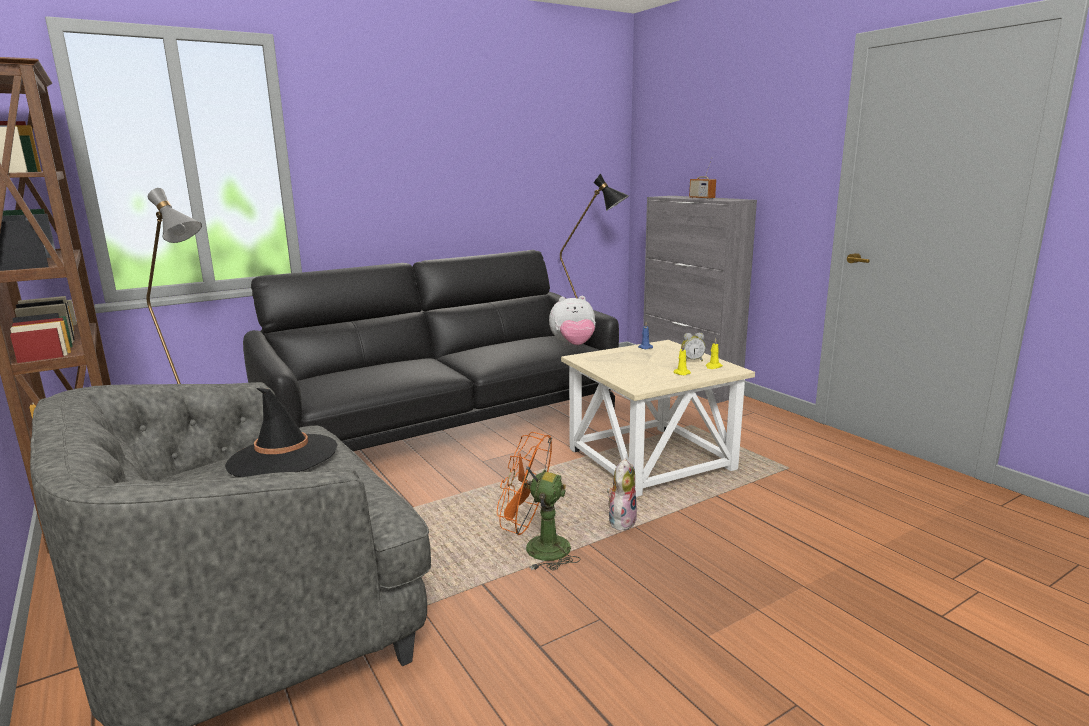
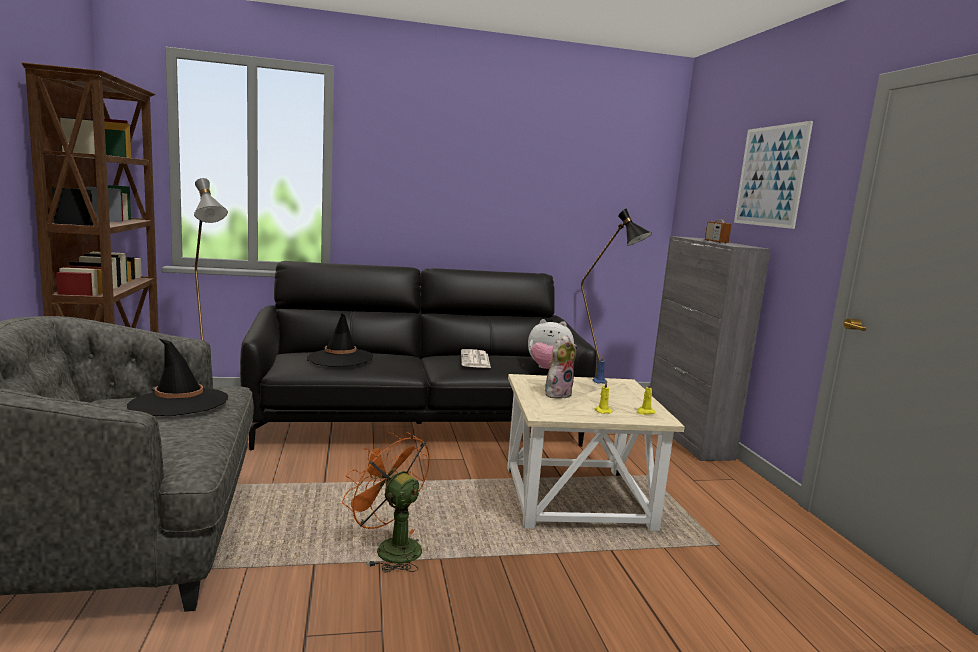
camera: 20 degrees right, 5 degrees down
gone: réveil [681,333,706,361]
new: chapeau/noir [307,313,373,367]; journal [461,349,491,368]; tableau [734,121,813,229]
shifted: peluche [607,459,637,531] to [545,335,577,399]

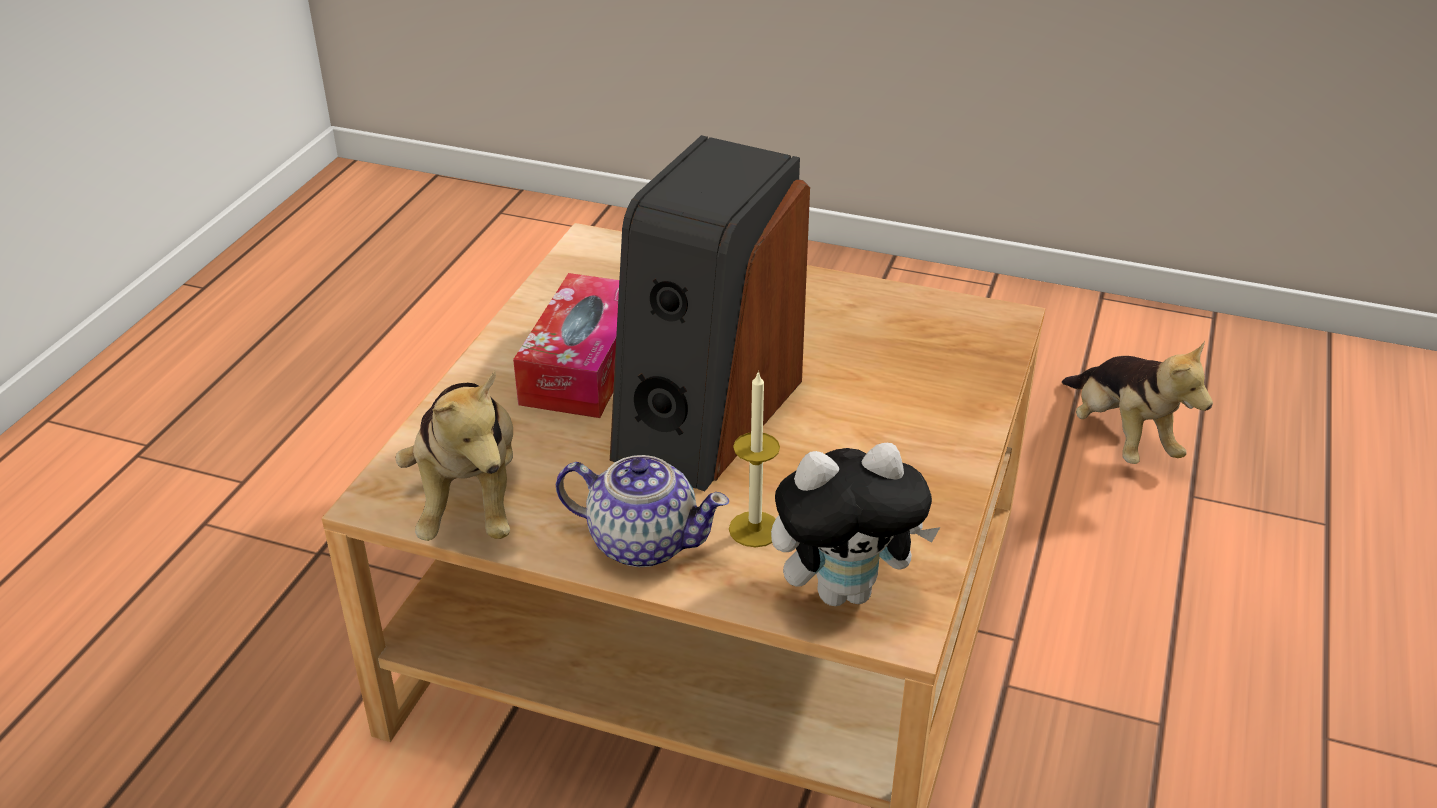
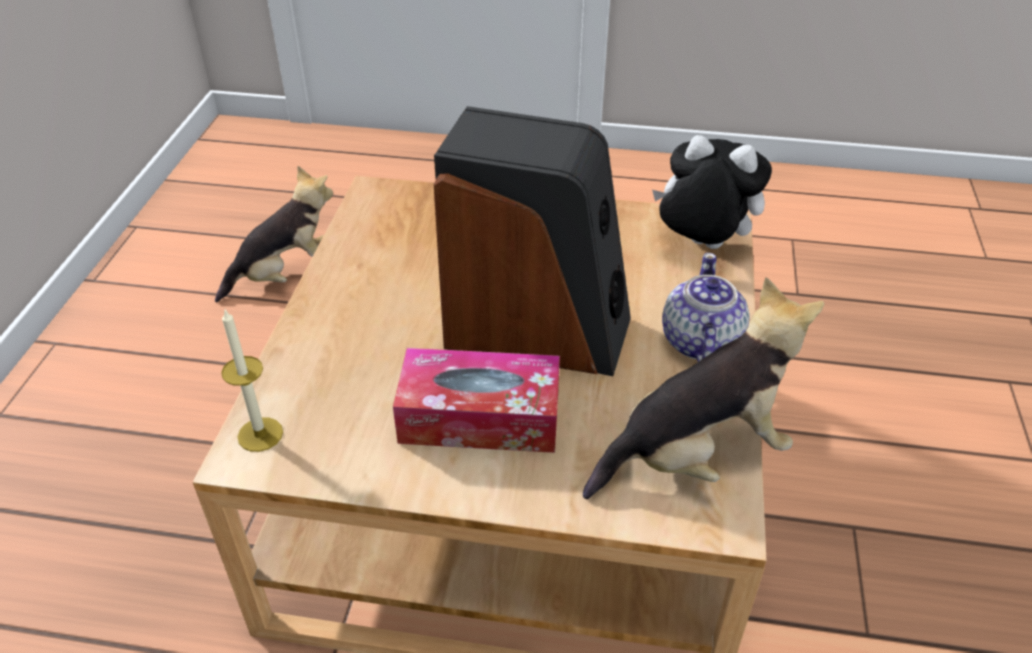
camera: 100 degrees left, 5 degrees up
shifted: bougie [729,370,780,547] to [221,310,283,452]
rotated: peluche [771,443,940,606] = [652,135,772,249] 45 degrees counterclockwise

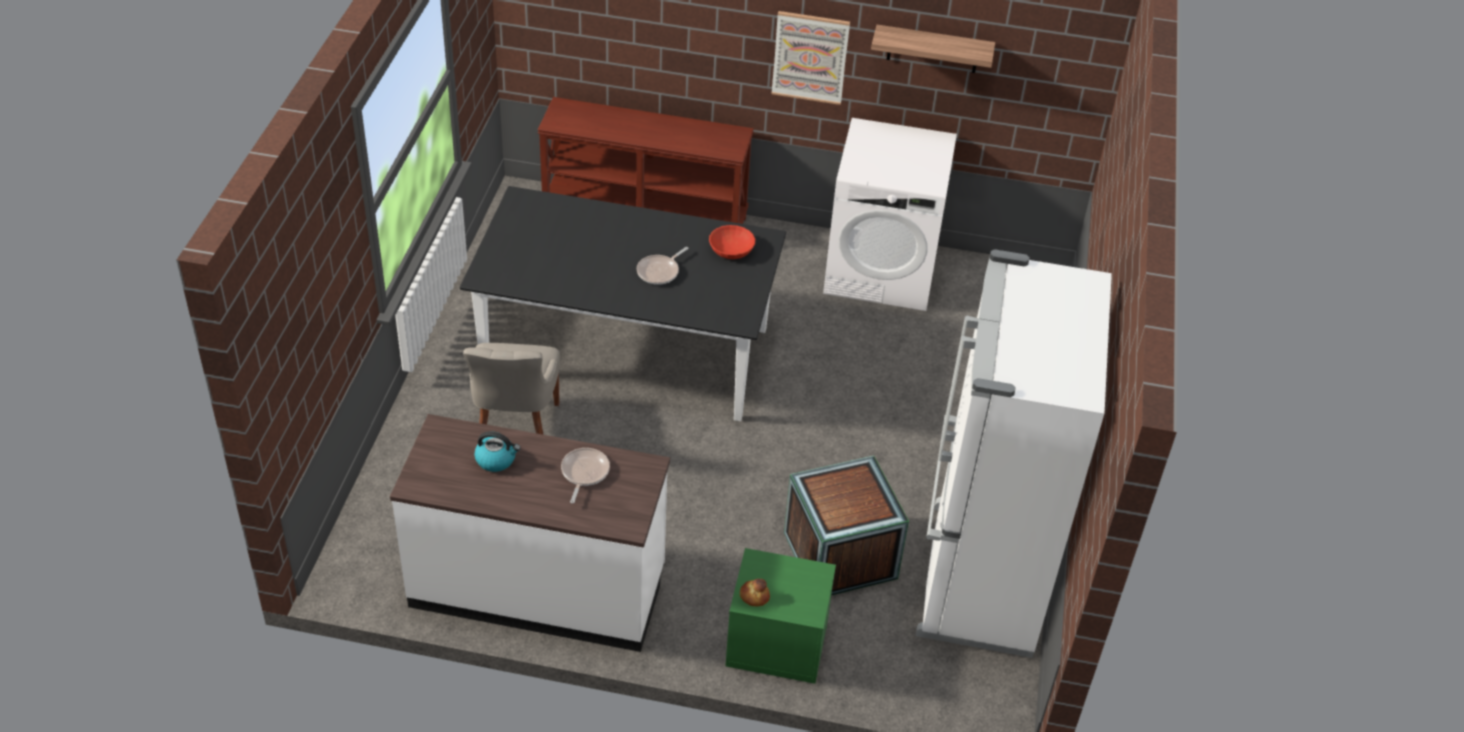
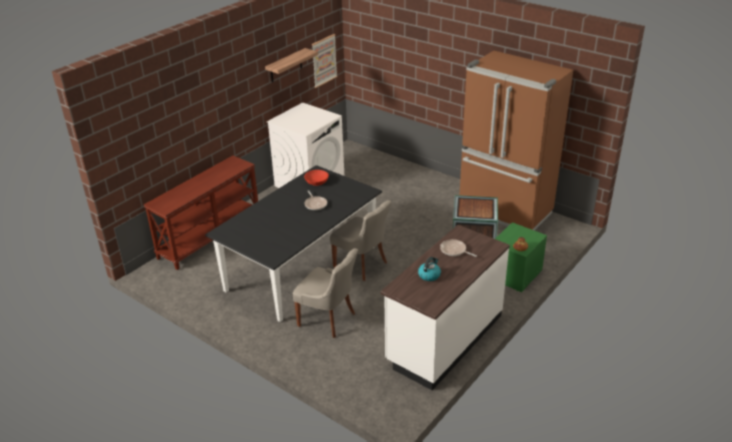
camera: 60 degrees left, 10 degrees down
new: chaise/gris [330,200,392,281]
shifted: tableau [772,11,850,105] to [312,34,337,88]
repainted: réfrigérateur/blanc [916,249,1112,658] to réfrigérateur/marron [459,51,573,230]

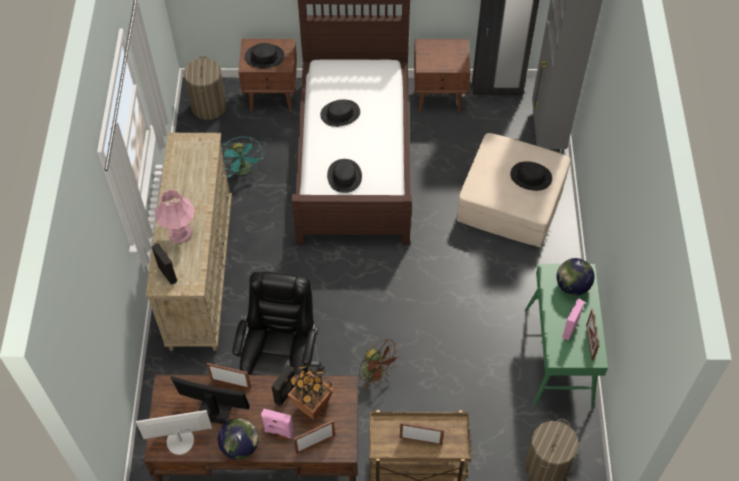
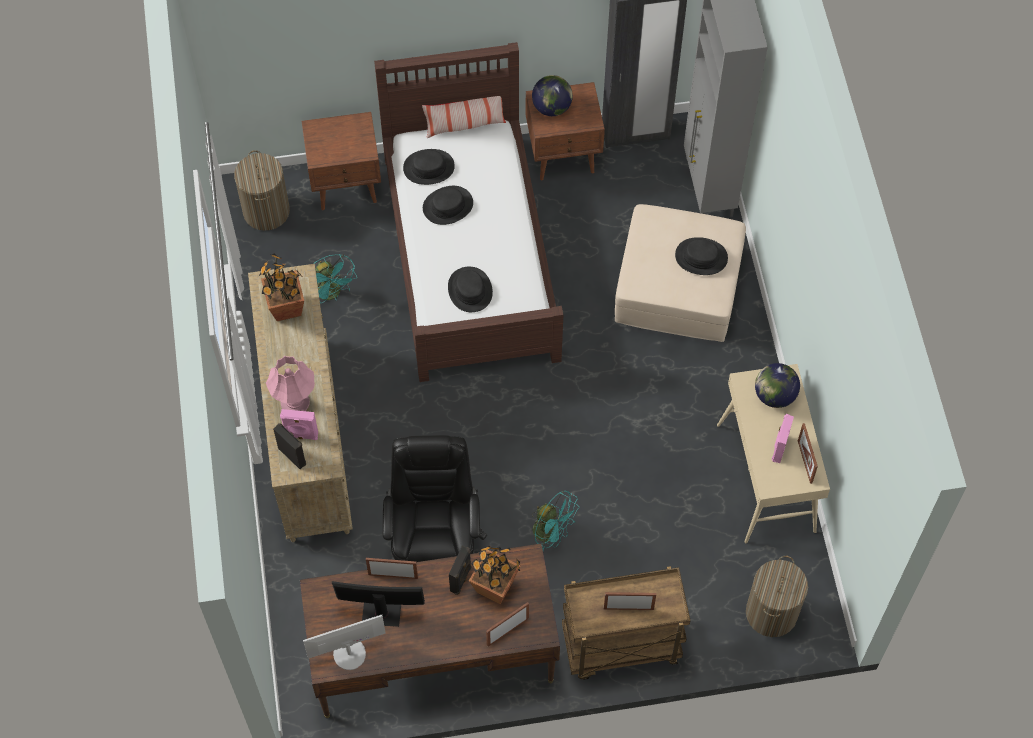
camera: 10 degrees left, 5 degrees up
new: plante en pot [259,254,304,321]; coussin [422,96,506,138]
shifted: globe [218,418,259,460] to [532,75,573,116]; chapeau/noir [245,43,284,69] to [403,149,455,185]; enceinte/rose [261,409,294,438] to [280,409,318,440]
repainted: ventilateur/marron [359,339,401,389] to ventilateur/turquoise [532,490,579,551]; table console/vert [525,264,608,407] to table console/beige [717,364,830,544]

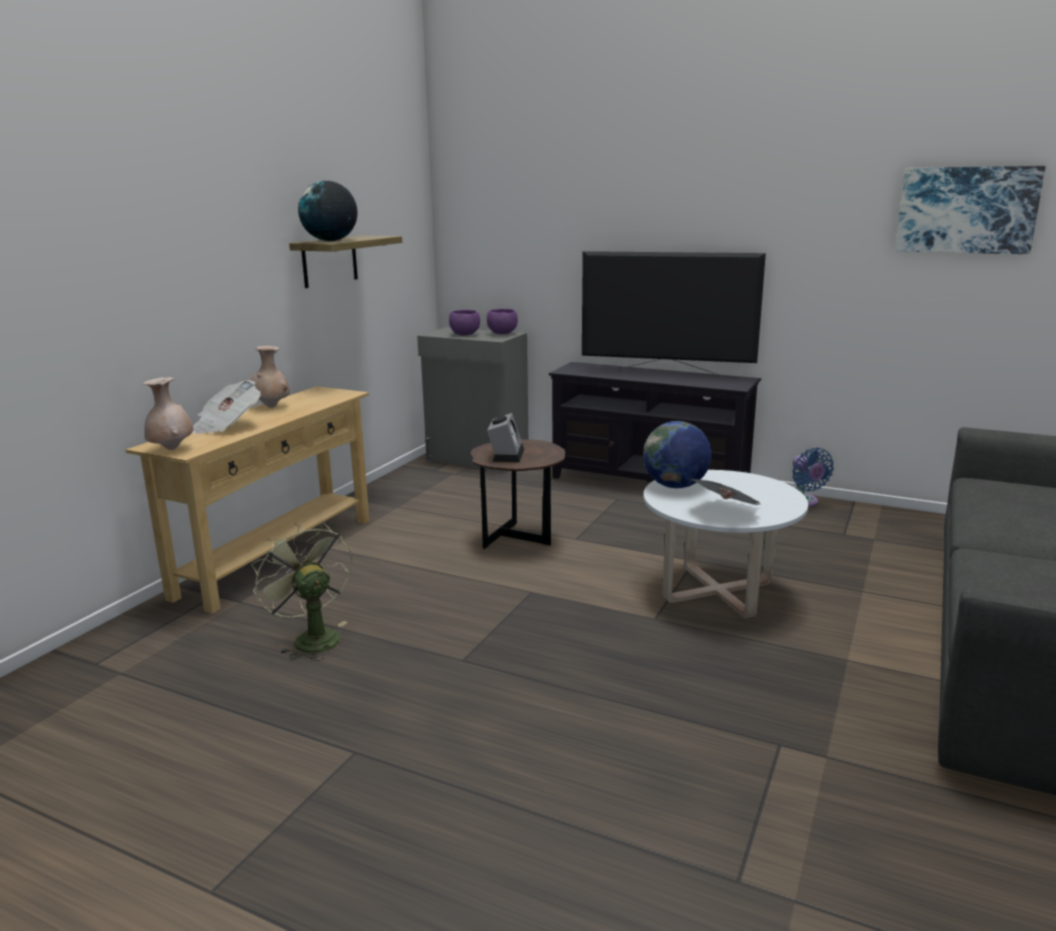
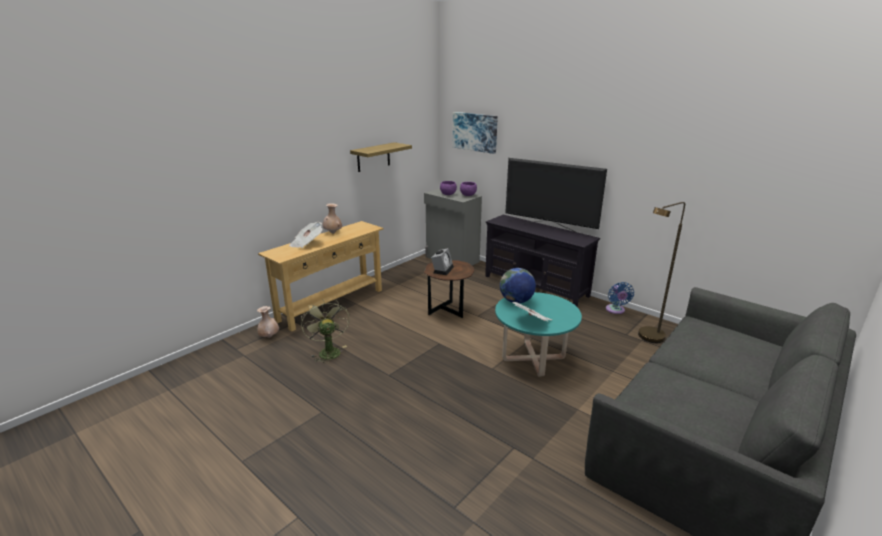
camera: 15 degrees right, 5 degrees up
gone: globe [298,181,357,241]
new: lampadaire/marron [638,202,685,343]
shifted: vase/beige [143,377,194,450] to [257,306,279,338]; tableau [895,166,1046,254] to [453,112,498,154]
repainted: table basse/blanc [643,470,808,618] to table basse/turquoise [495,292,582,376]

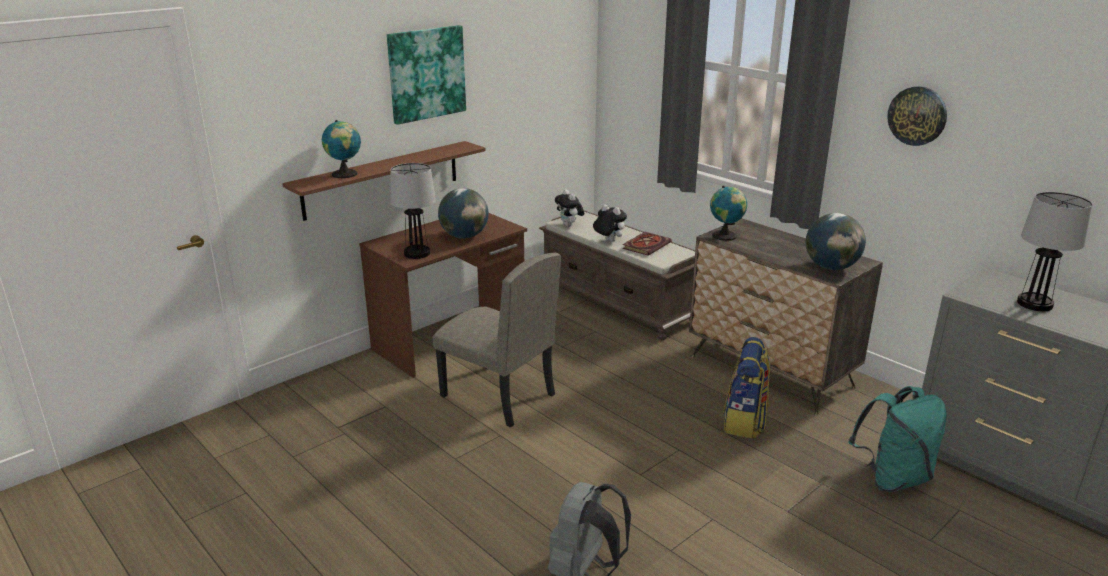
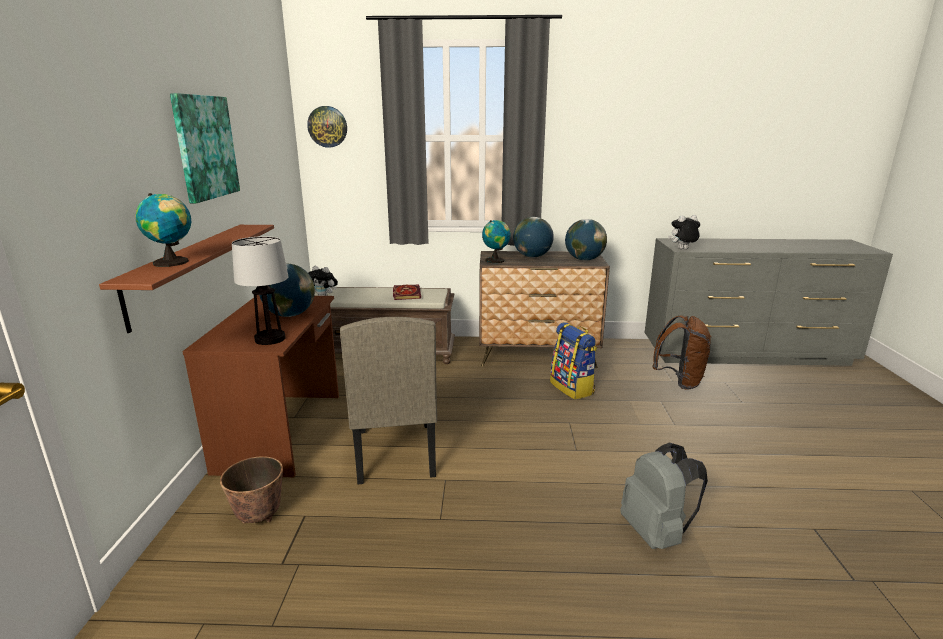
camera: 45 degrees left, 5 degrees down
gone: lampe de table [1017,192,1092,311]
new: cache-pot [220,456,283,524]; globe [513,217,554,258]
shifted: peluche [593,204,627,242] to [668,215,700,249]; horloge murale [887,86,947,146] to [307,106,347,148]
repainted: sac à dos/turquoise [848,386,947,492] to sac à dos/marron [652,315,711,390]
rotated: chaise/beige [432,253,561,427] = [340,317,437,484] 90 degrees clockwise

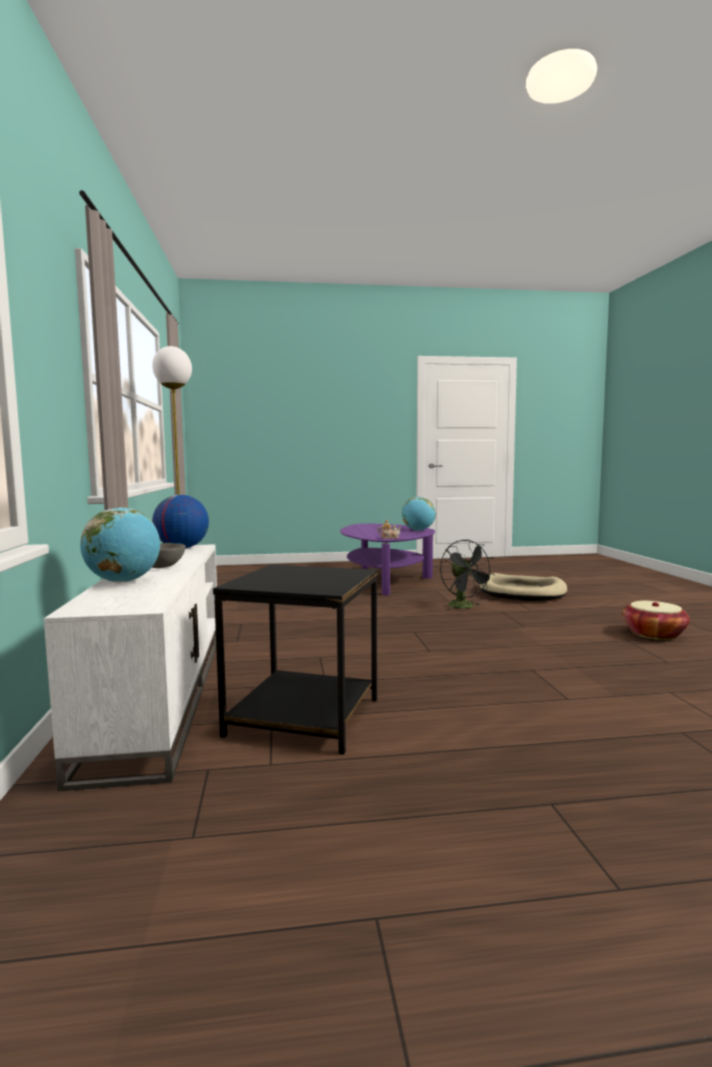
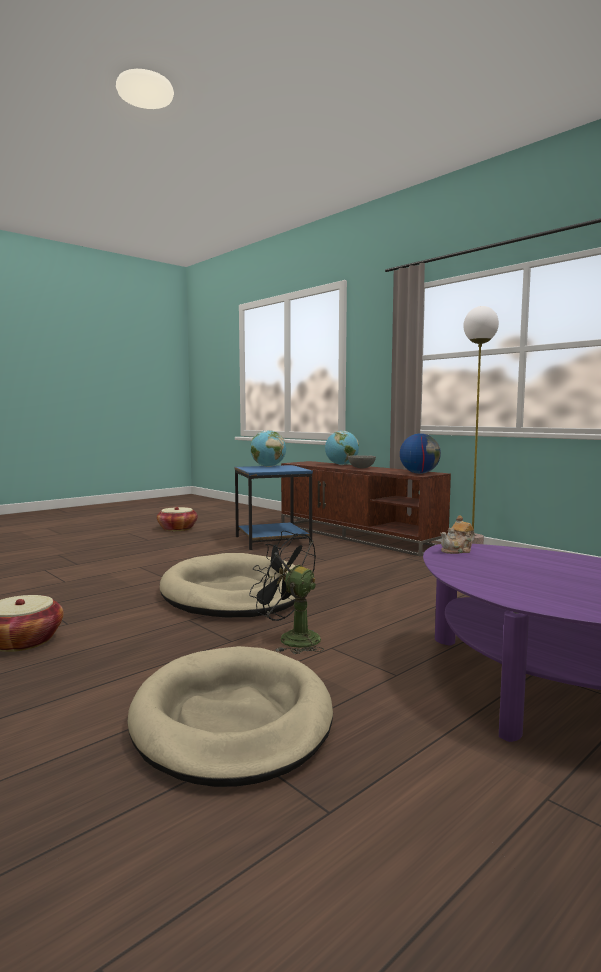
camera: 145 degrees right, 0 degrees up
new: panier [157,507,198,531]; panier pour chien/beige [160,553,297,617]
shifted: globe [402,497,436,531] to [250,430,286,467]
repainted: meuble télé/blanc [44,544,217,792] to meuble télé/marron [281,461,451,557]; table d'appoint/noir [213,565,378,755] to table d'appoint/bleu [235,465,313,550]

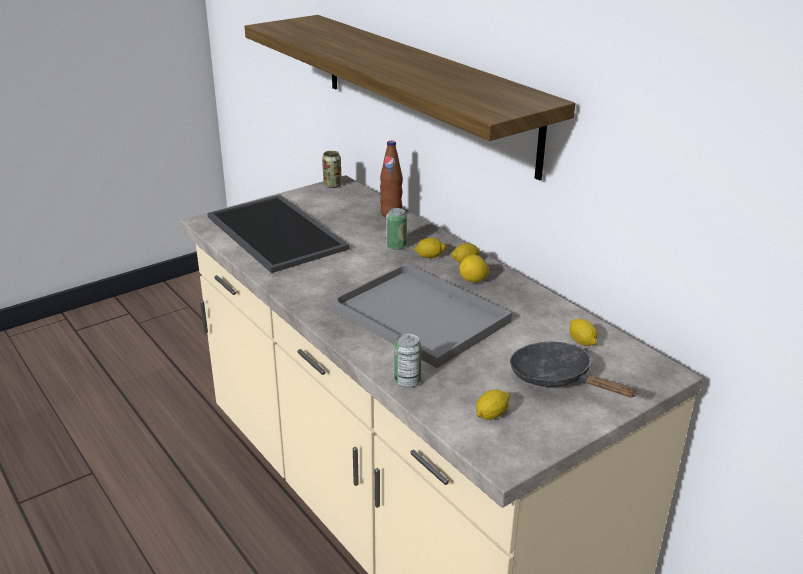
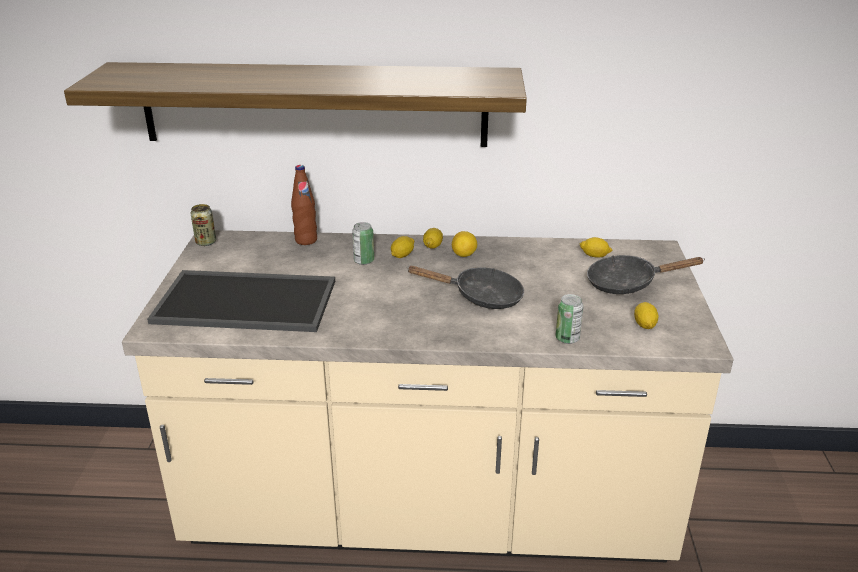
camera: 50 degrees left, 0 degrees up
swapped: plateau/gris [330,263,512,368] to poêle/noir [406,266,524,309]

